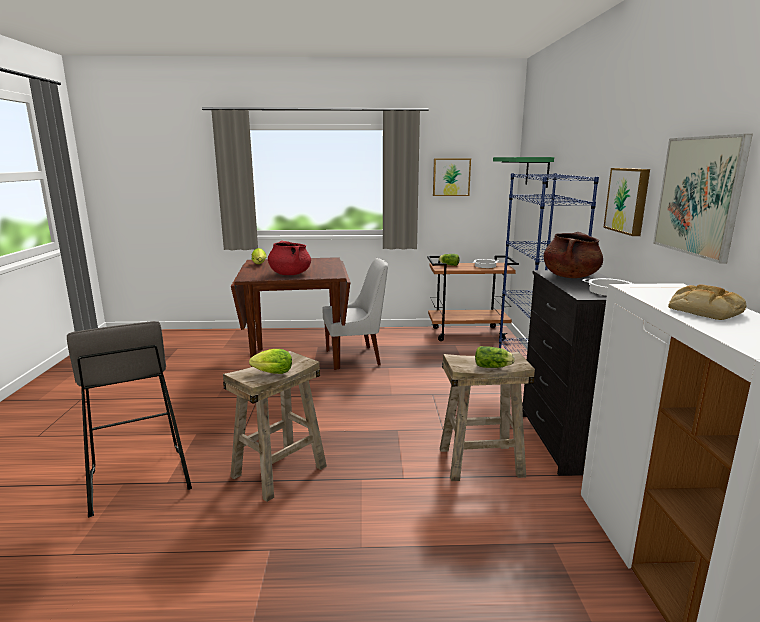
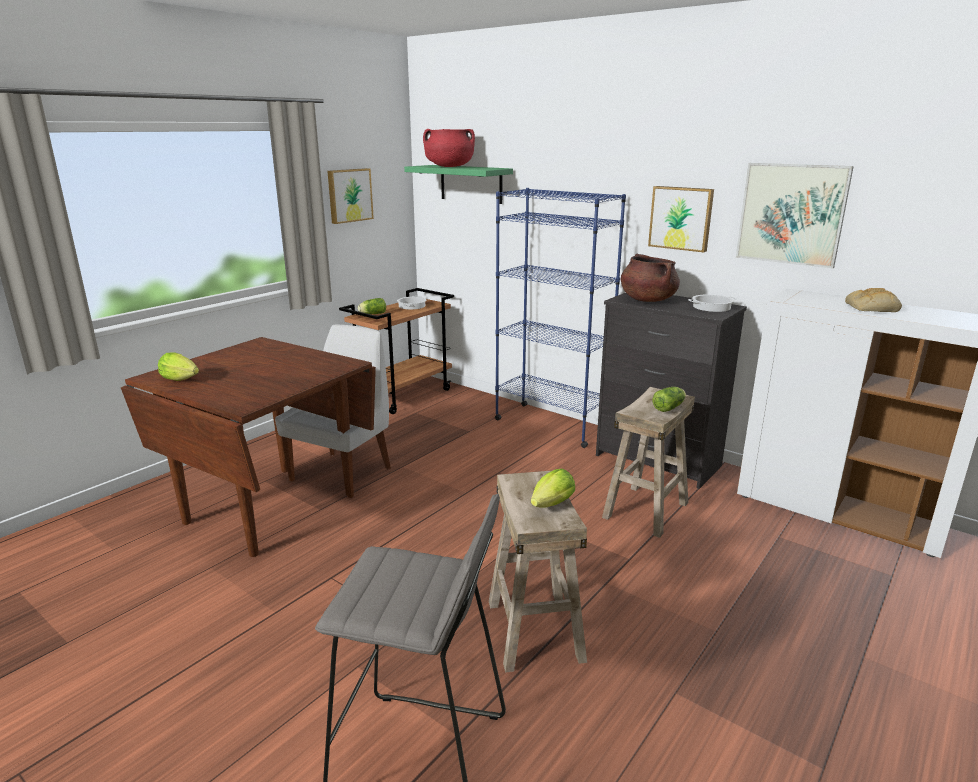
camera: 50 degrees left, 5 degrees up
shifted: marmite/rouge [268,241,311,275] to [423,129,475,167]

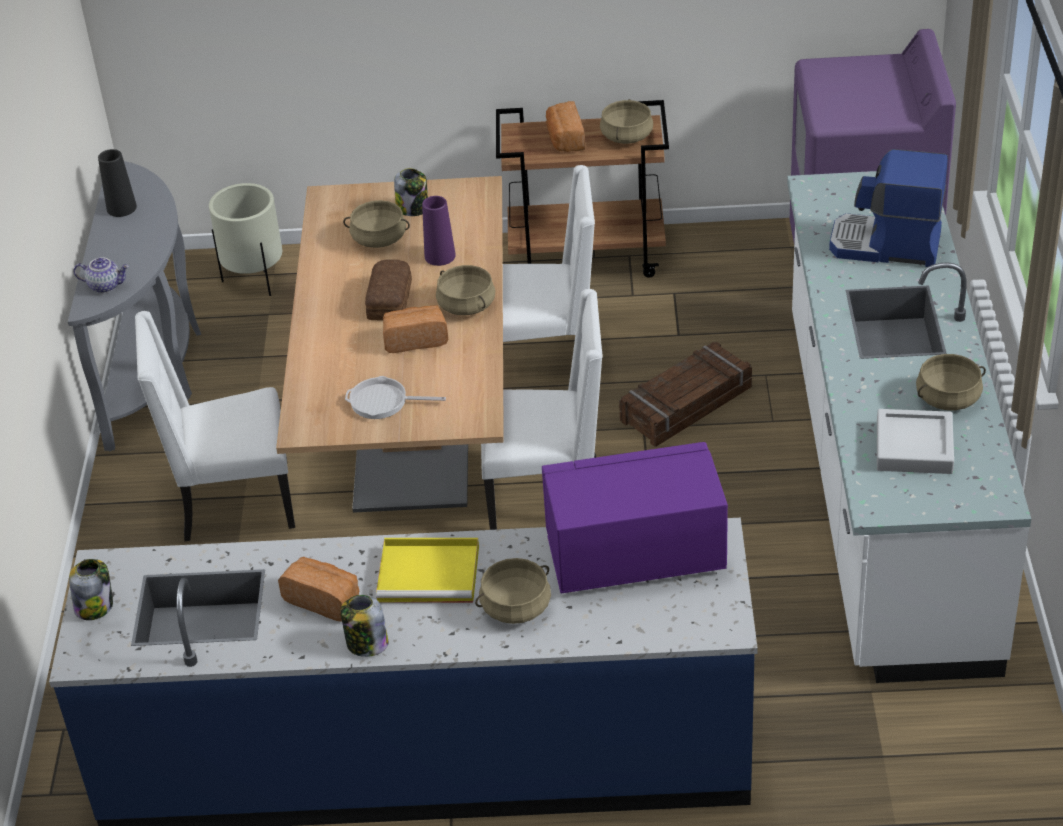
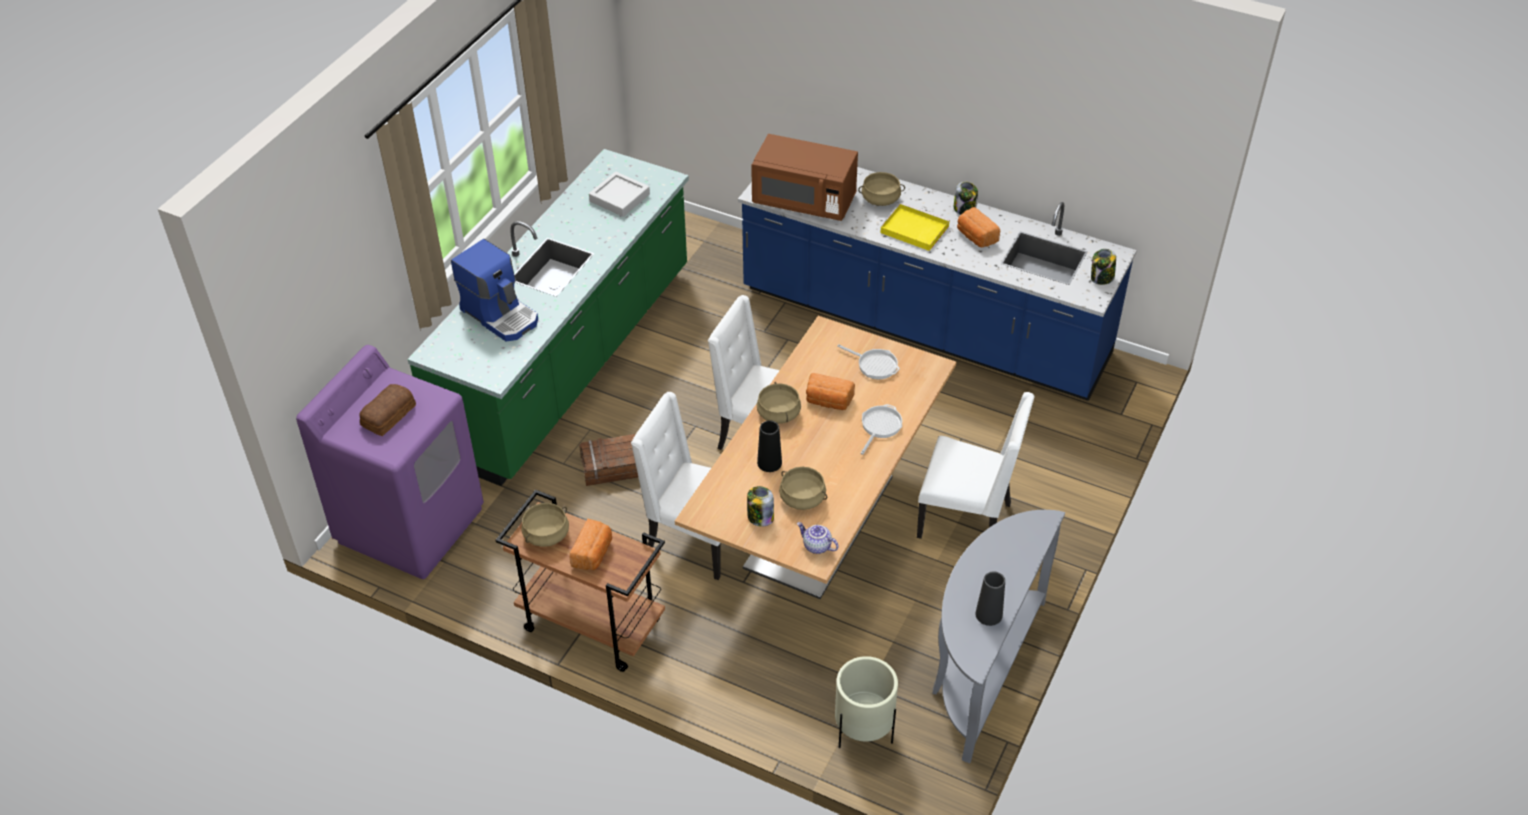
camera: 155 degrees left, 5 degrees up
gone: marmite/beige [916,354,986,410]
new: poêle [861,404,902,455]
shifted: théière [73,257,129,293] to [797,522,839,554]; pain [365,259,412,320] to [359,384,416,436]
repainted: vase/violet [422,196,456,266] to vase/noir [757,420,782,472]; micro-ondes/violet [542,442,728,594] to micro-ondes/marron [751,134,858,221]; comptoir de cuisine/blanc [787,171,1031,683] to comptoir de cuisine/vert [407,149,689,486]

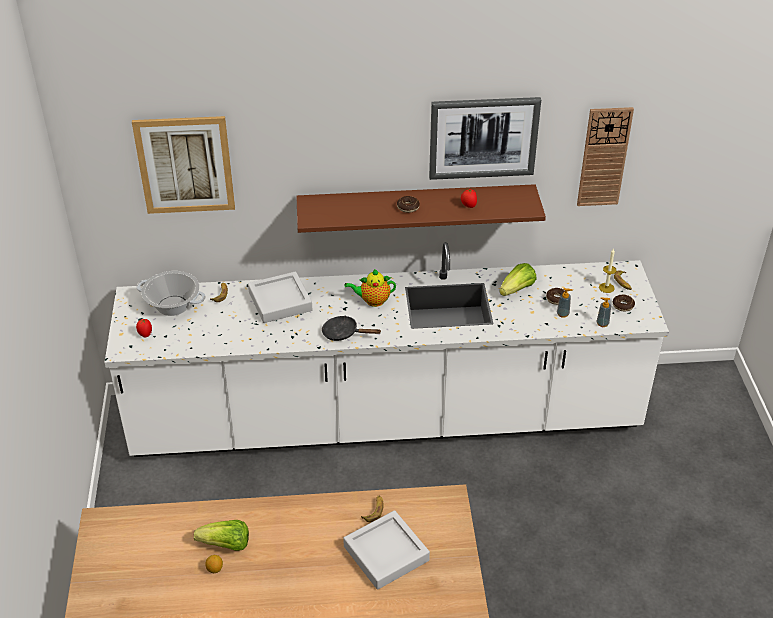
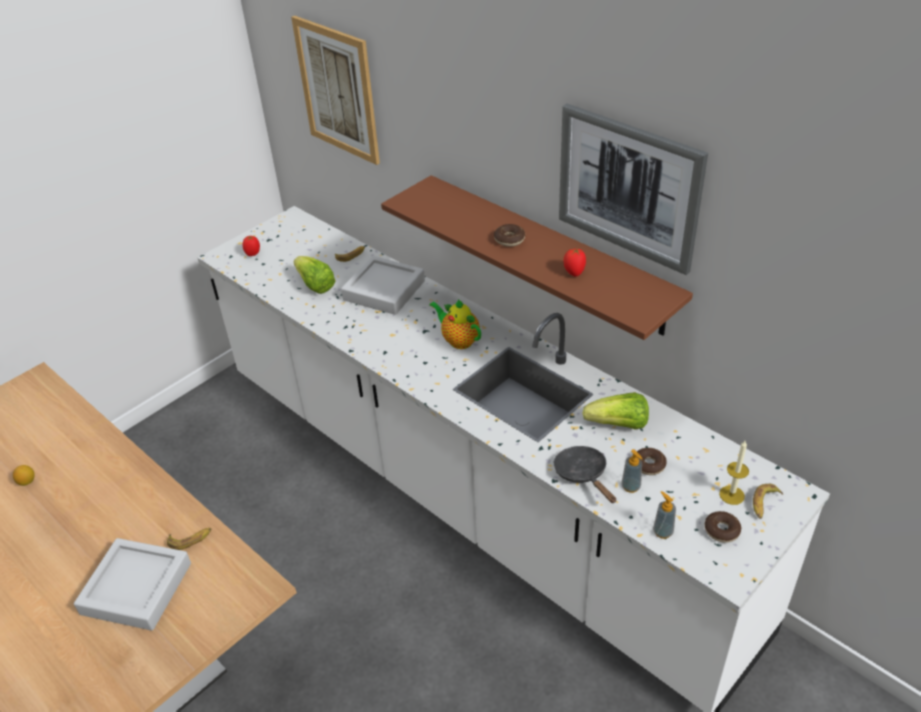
camera: 50 degrees right, 0 degrees up
gone: marmite [136,271,206,316]; horloge murale [577,107,634,206]
shifted: laitue [194,520,249,551] to [293,256,335,294]; poêle/noir [322,316,382,341] to [554,446,616,503]

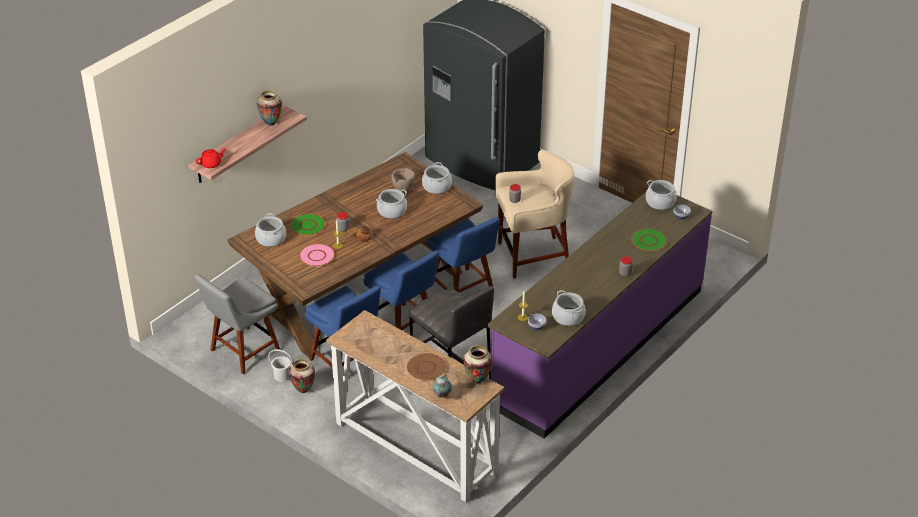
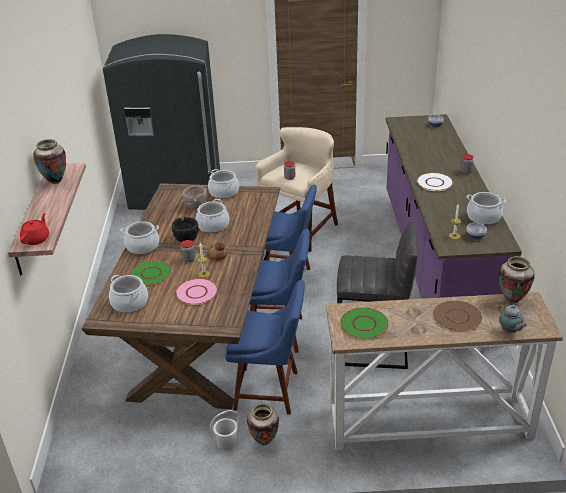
camera: 40 degrees left, 5 degrees down
gone: chaise/gris [194,274,281,374]
new: bol/noir [172,217,198,242]; assiette/blanc [416,173,453,191]
shifted: assiette/vert [631,229,667,251] to [340,307,388,339]; marmite [646,180,677,210] to [121,221,159,255]

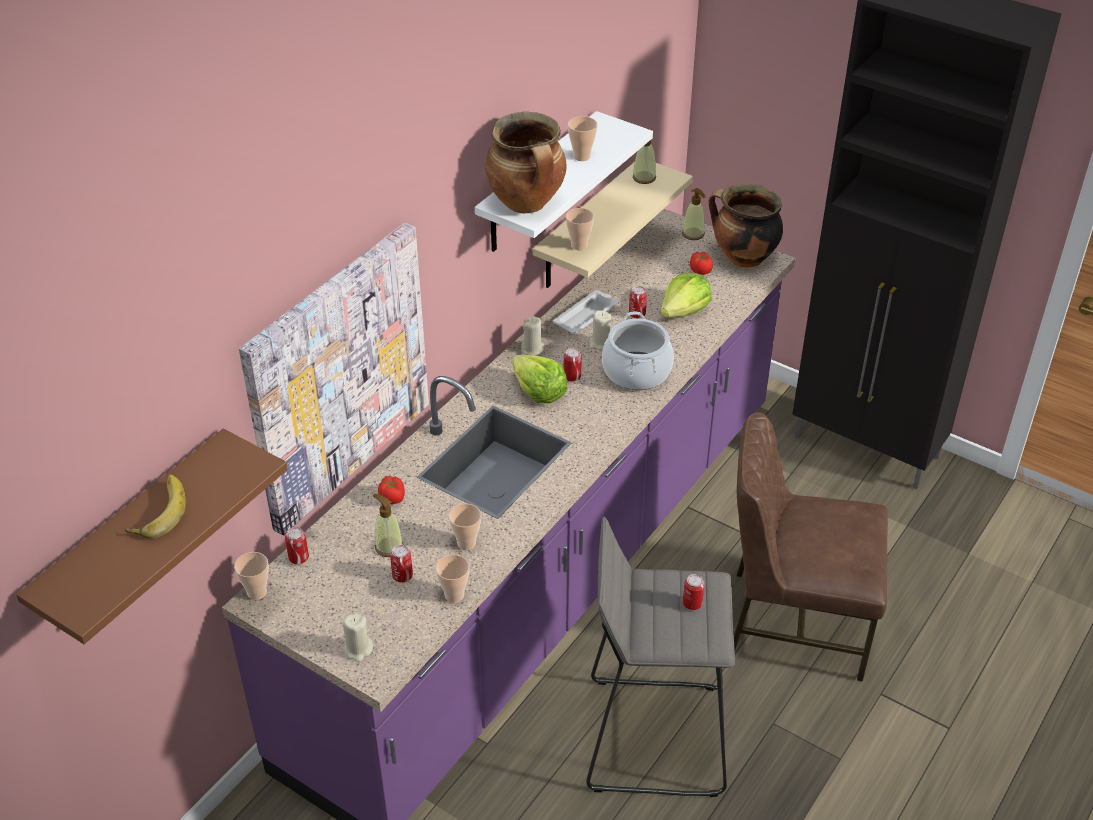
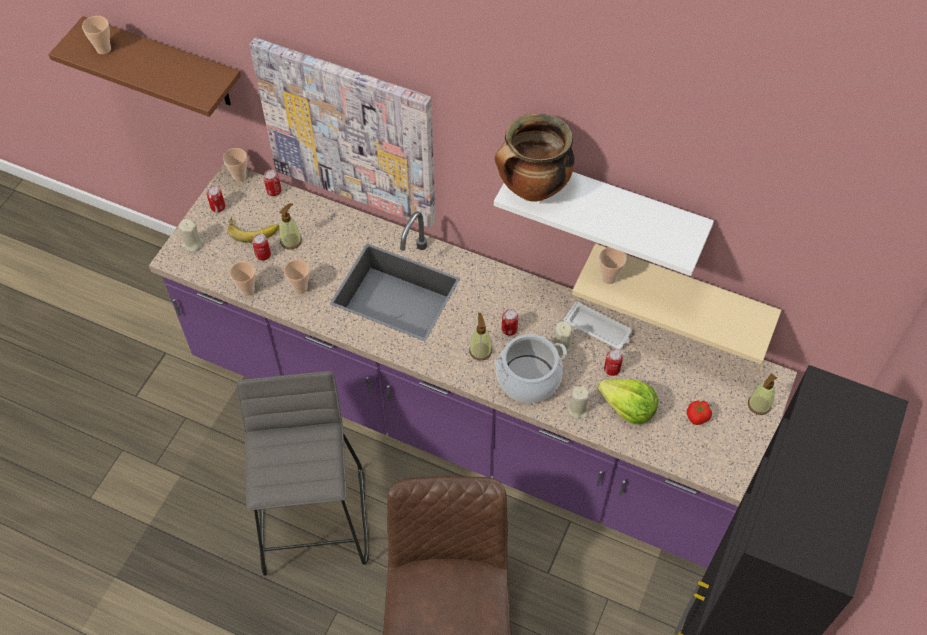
camera: 80 degrees right, 15 degrees up
gone: tomate [378,476,405,504]; laitue [512,355,568,403]; marmite [709,184,783,268]
shifted: banane [125,474,186,539] to [227,217,279,243]; bougie/beige [521,316,544,356] to [568,386,589,419]; tasse [568,116,597,161] to [82,16,111,54]; distributeur de savon [633,128,656,184] to [469,313,492,361]; boîte métallique [683,574,705,610] to [207,186,225,212]

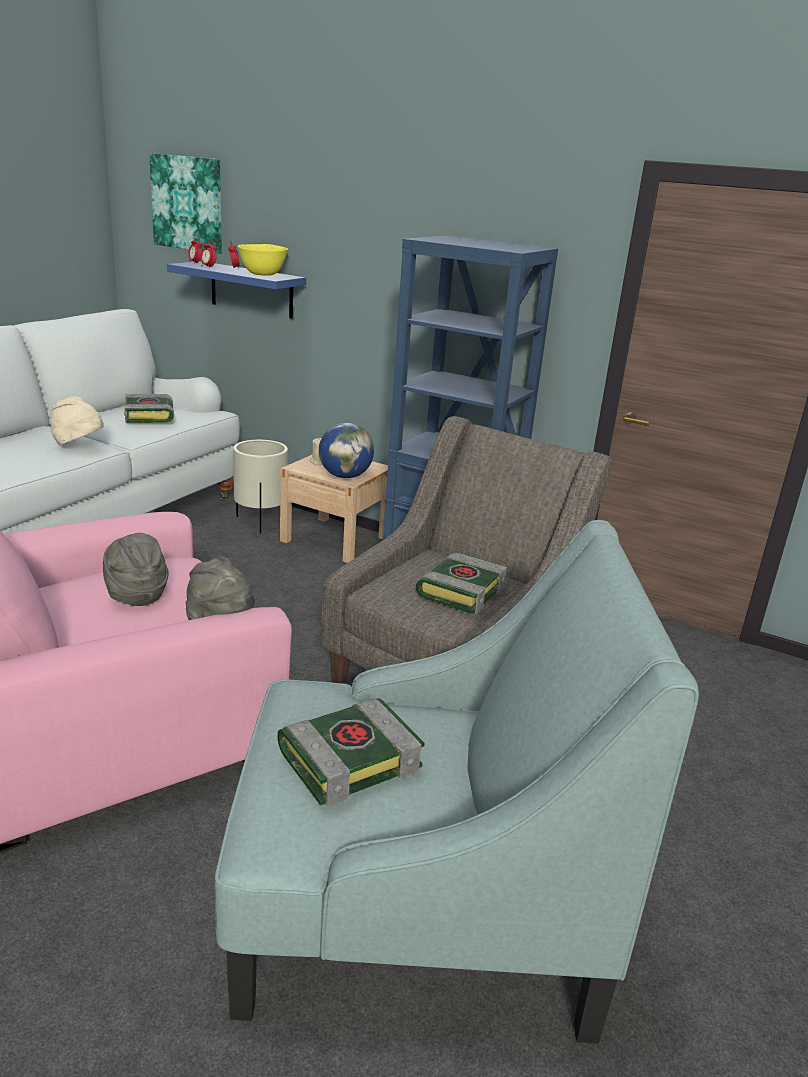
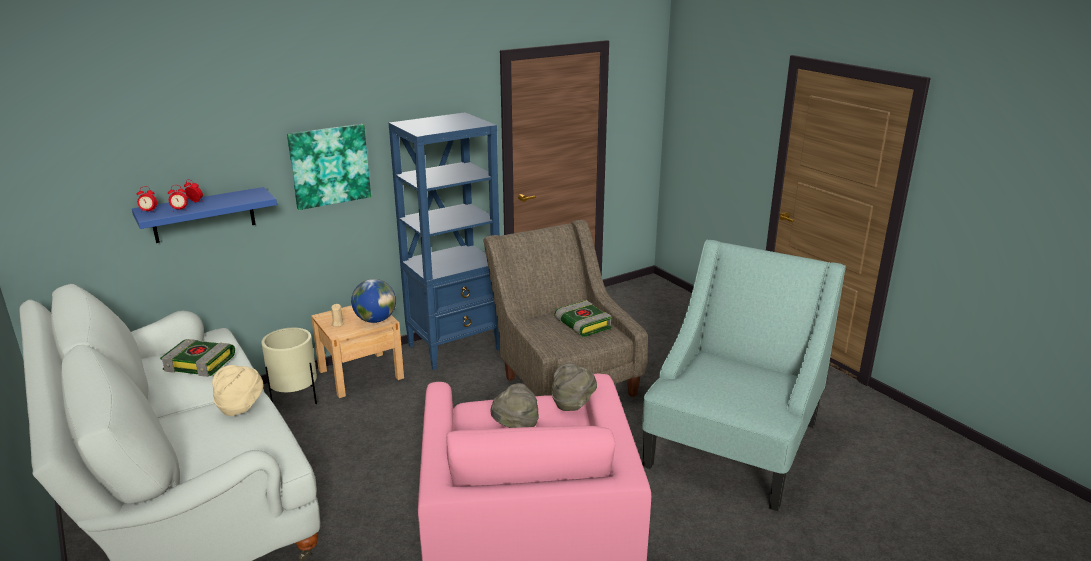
camera: 60 degrees left, 0 degrees up
gone: bol/jaune [237,244,288,276]; livre [277,698,425,806]
shifted: tableau [149,153,222,254] to [287,124,371,210]

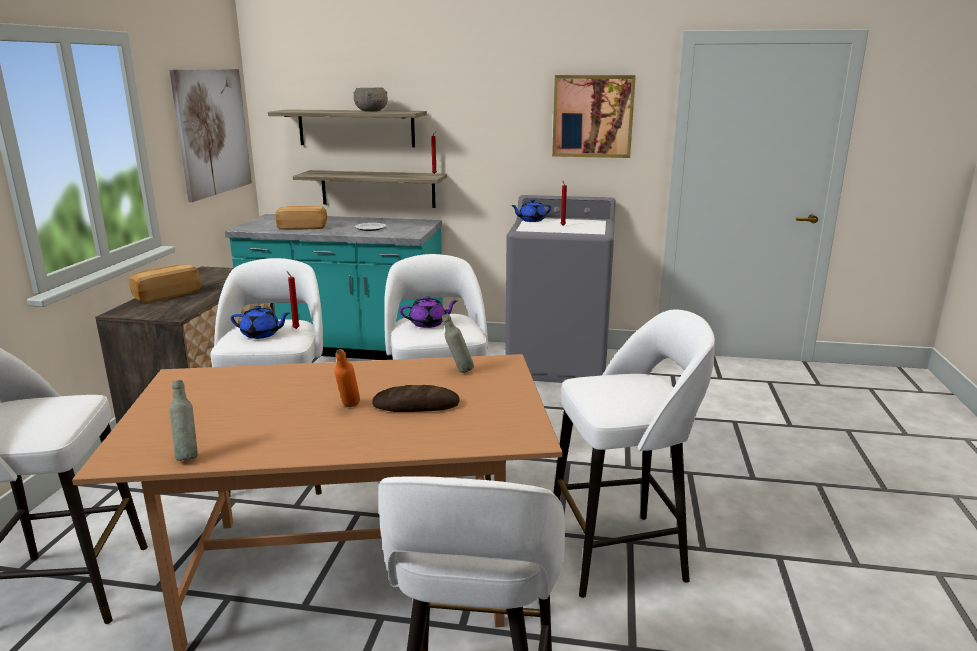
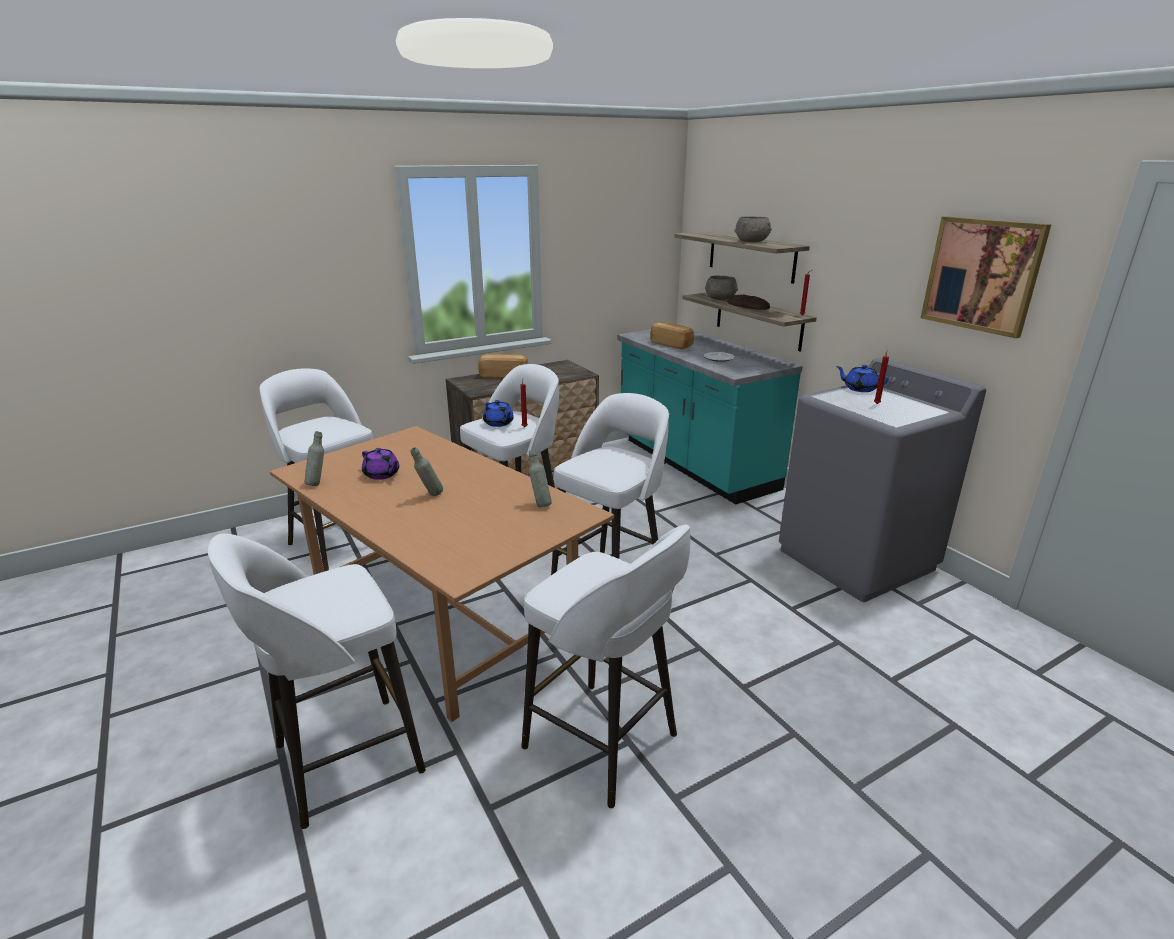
camera: 50 degrees right, 5 degrees up
gone: tableau [169,69,252,202]
new: bol/gris [705,276,738,300]
shifted: pain [372,385,459,412] to [727,295,770,310]; théière/violet [400,296,458,328] to [362,448,399,480]
repainted: bouteille/orange [334,349,360,407] to bouteille/gris [410,447,443,496]

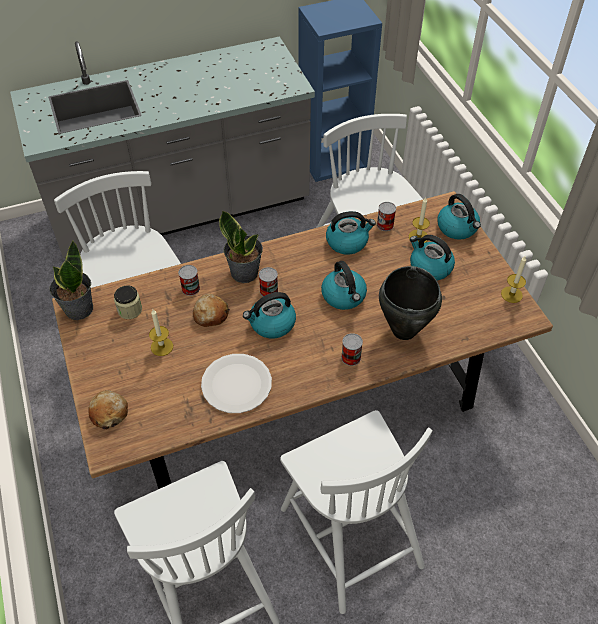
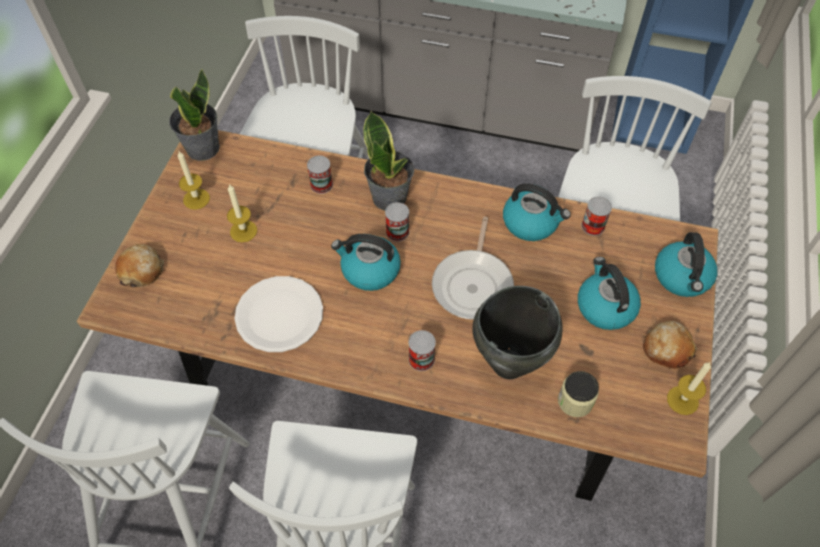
camera: 35 degrees right, 5 degrees up
shifted: bocal [114,285,142,319] to [558,371,599,417]; pain [193,294,230,327] to [643,321,697,369]; bougie [409,198,430,243] to [178,151,210,210]
swapped: bouilloire [321,261,367,310] to poêle [432,217,514,320]

